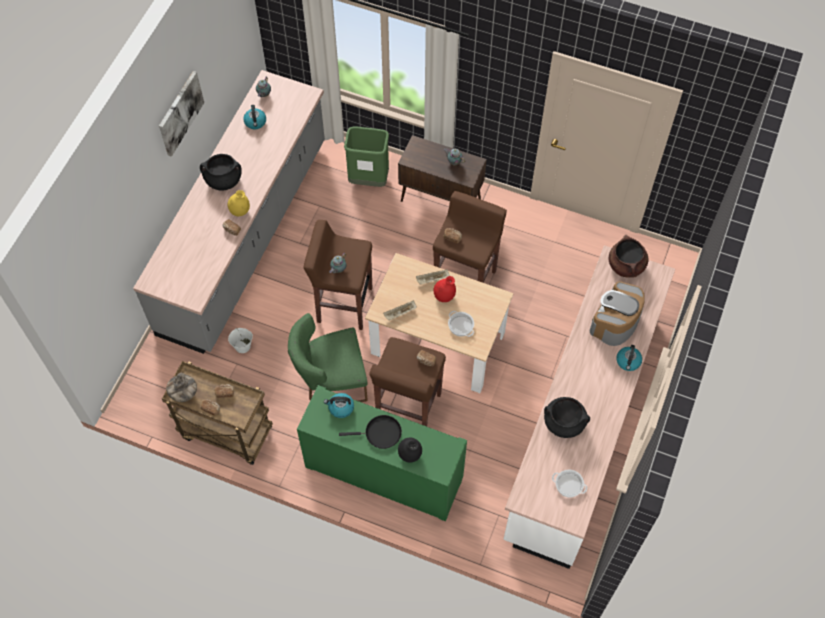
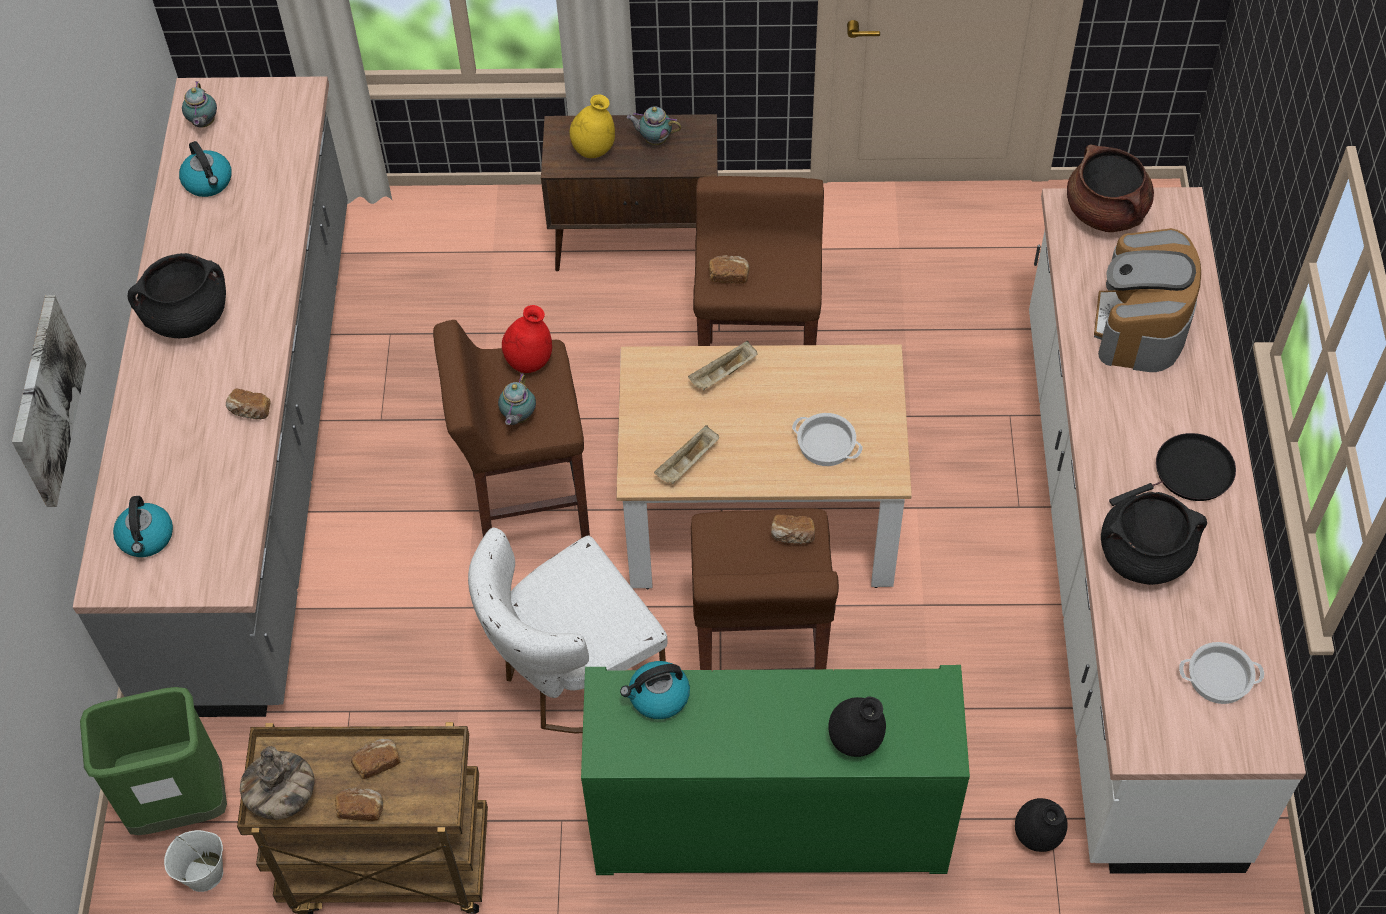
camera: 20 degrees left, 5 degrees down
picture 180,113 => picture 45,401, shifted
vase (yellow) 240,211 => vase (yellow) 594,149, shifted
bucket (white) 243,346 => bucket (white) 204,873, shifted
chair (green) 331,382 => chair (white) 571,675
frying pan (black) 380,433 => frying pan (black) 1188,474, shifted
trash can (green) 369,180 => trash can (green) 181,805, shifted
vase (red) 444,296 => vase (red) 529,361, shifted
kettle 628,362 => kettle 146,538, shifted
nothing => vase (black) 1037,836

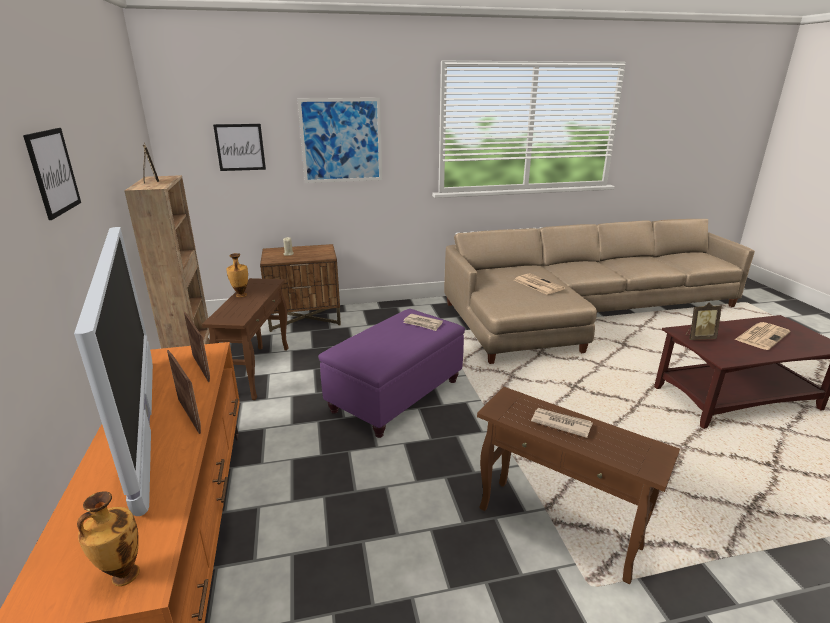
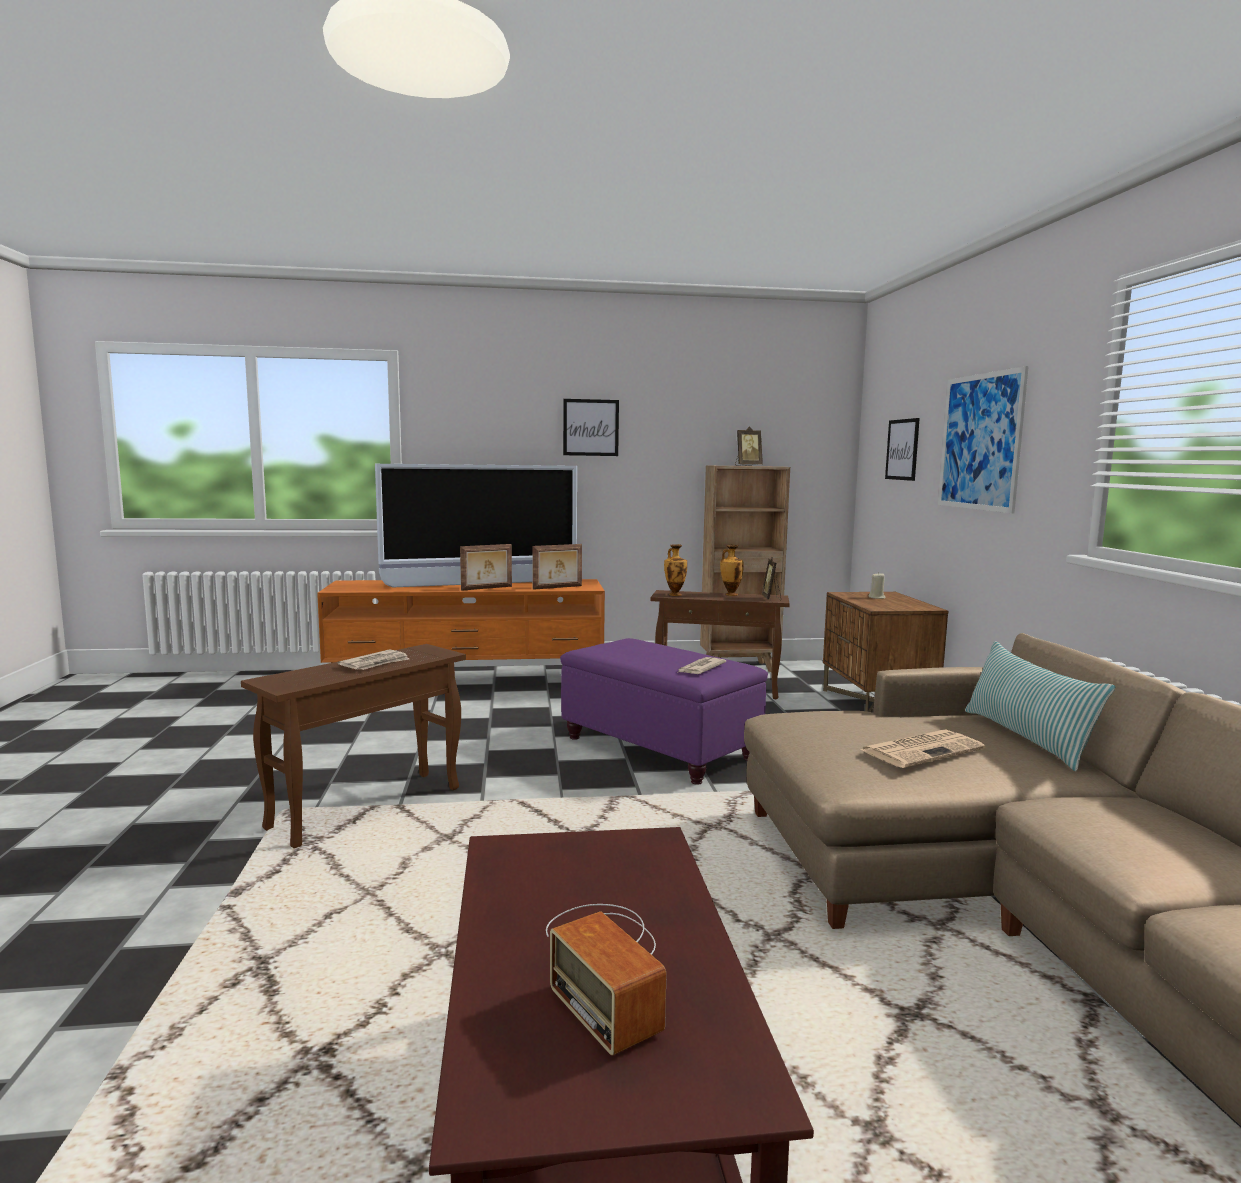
camera: 95 degrees right, 15 degrees down
vase 123,576 => vase 674,594, shifted
picture frame 699,338 => picture frame 771,598, shifted
newspaper 762,336 => radio 607,964
nothing => pillow 1026,738

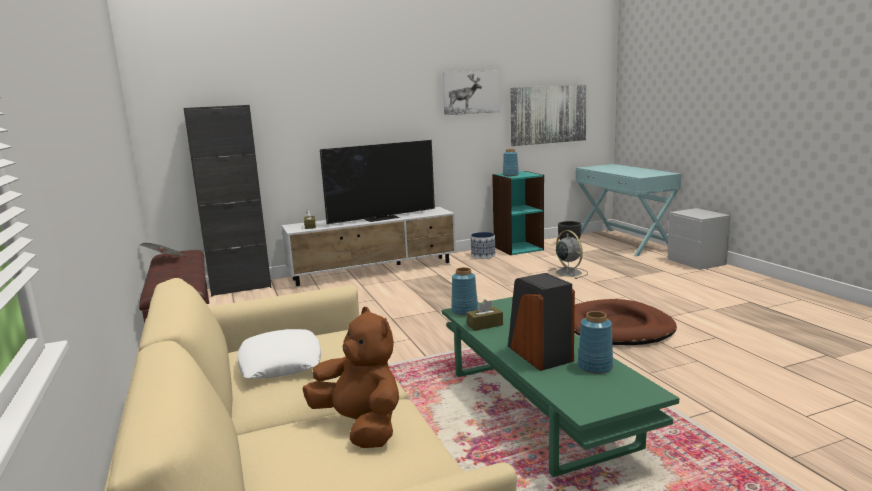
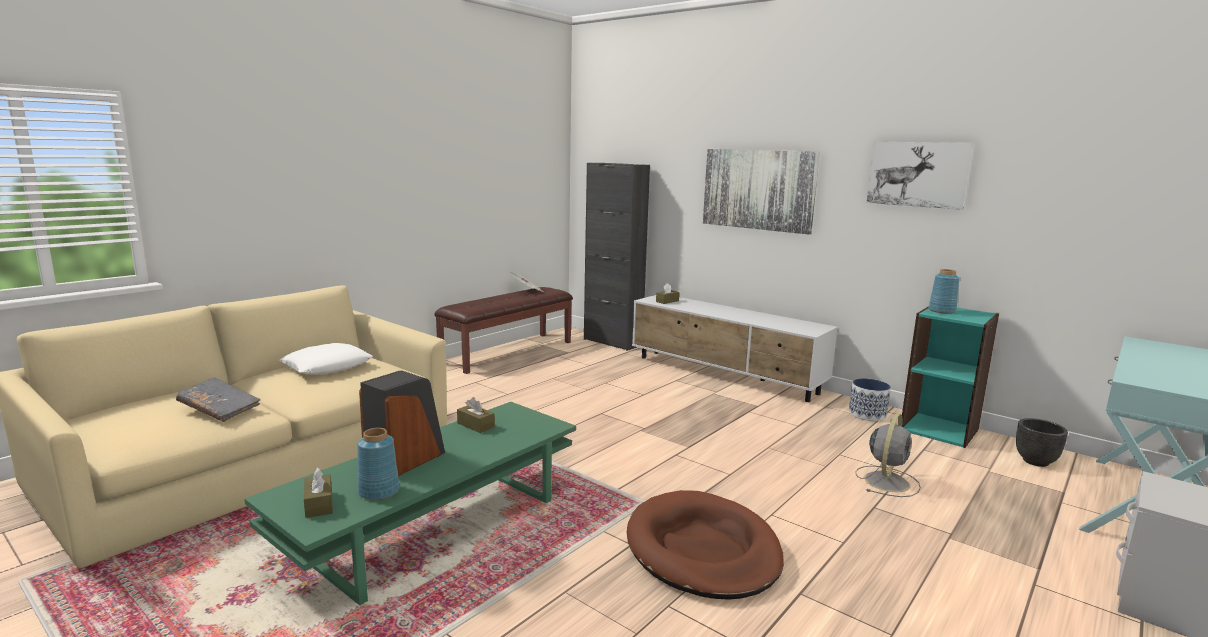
camera: 60 degrees right, 0 degrees up
plush toy (brown) 360,426 => book (grey) 220,410
television 382,218 => nothing
vase (blue) 464,311 => nothing
picture 548,114 => picture 758,189, shifted
nothing => tissue box (brown) 319,504

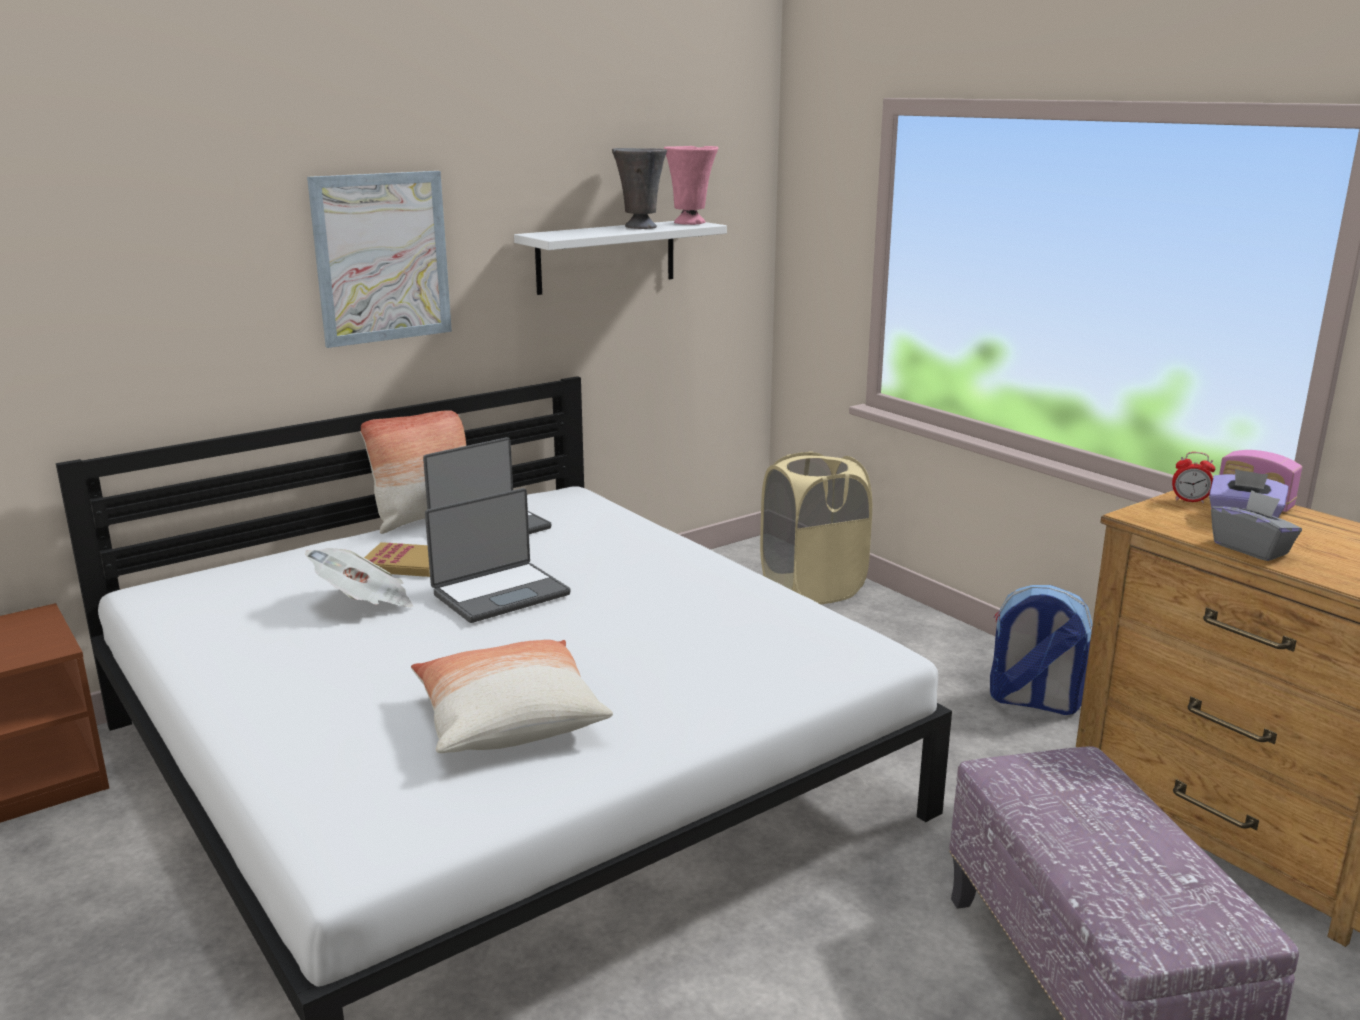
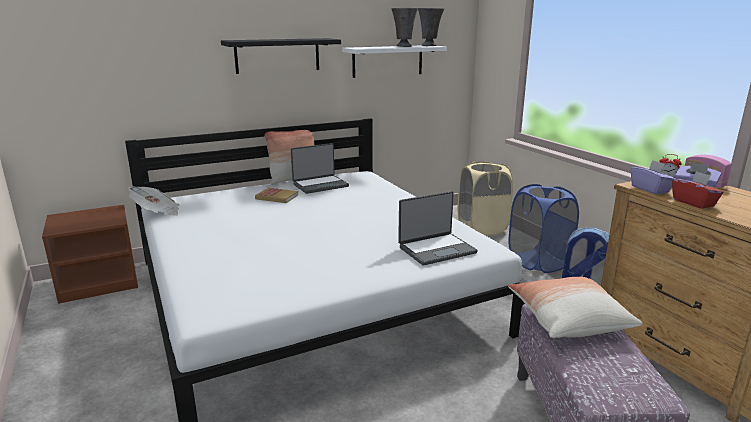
camera: 10 degrees right, 0 degrees up
newspaper 364,602 => newspaper 157,213, shifted
picture 382,258 => shelf (black) 277,55
pillow 508,719 => pillow 567,320, shifted
laptop 500,593 => laptop 436,249, shifted
vase (pink) 691,223 => vase (grey) 429,45
tissue box (grey) 1251,549 => tissue box (red) 693,203
nothing => laundry basket (blue) 538,262
nothing => tissue box (purple) 650,189

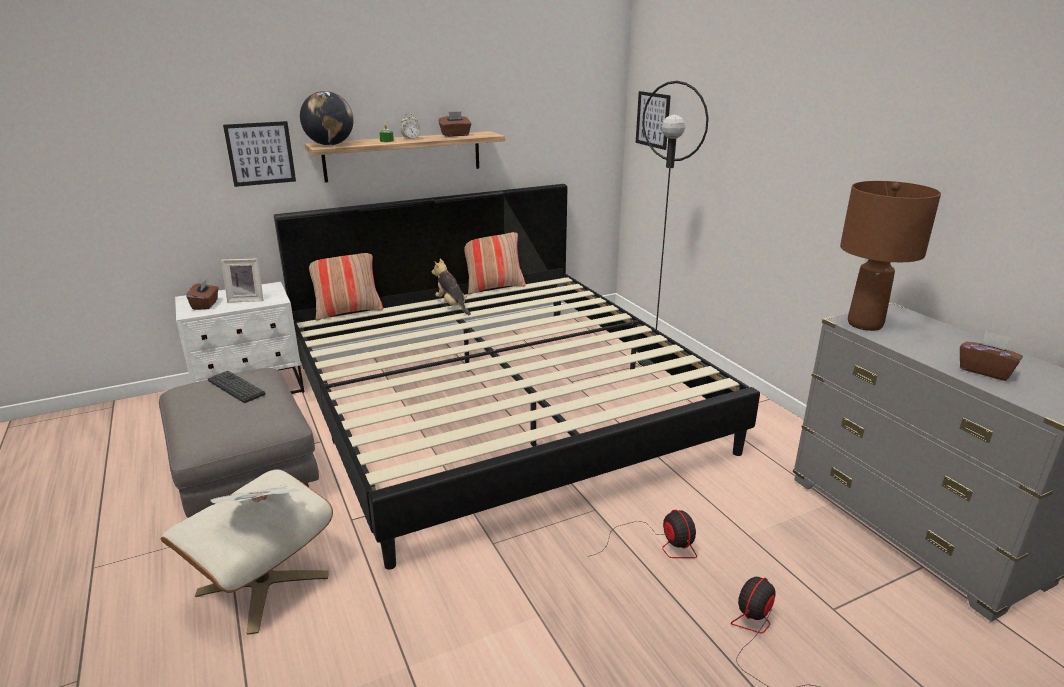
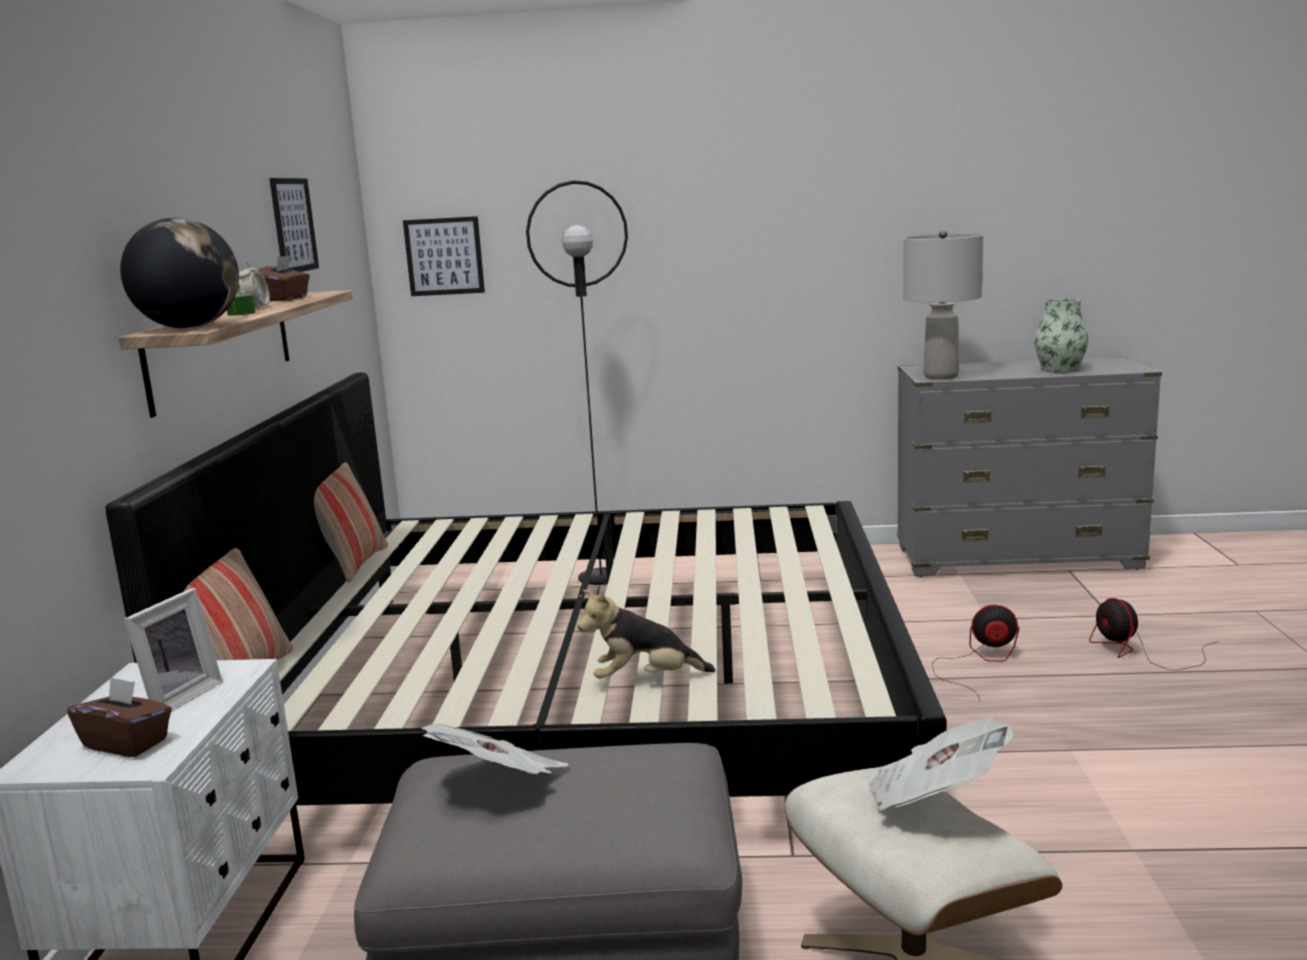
camera: 60 degrees left, 10 degrees down
keyboard 236,387 => newspaper 500,783
picture 260,153 => picture 293,225, shifted
plush toy 452,306 => plush toy 645,680, shifted
table lamp (brown) 865,324 => table lamp (grey) 941,376
tissue box (brown) 985,371 => vase 1060,369

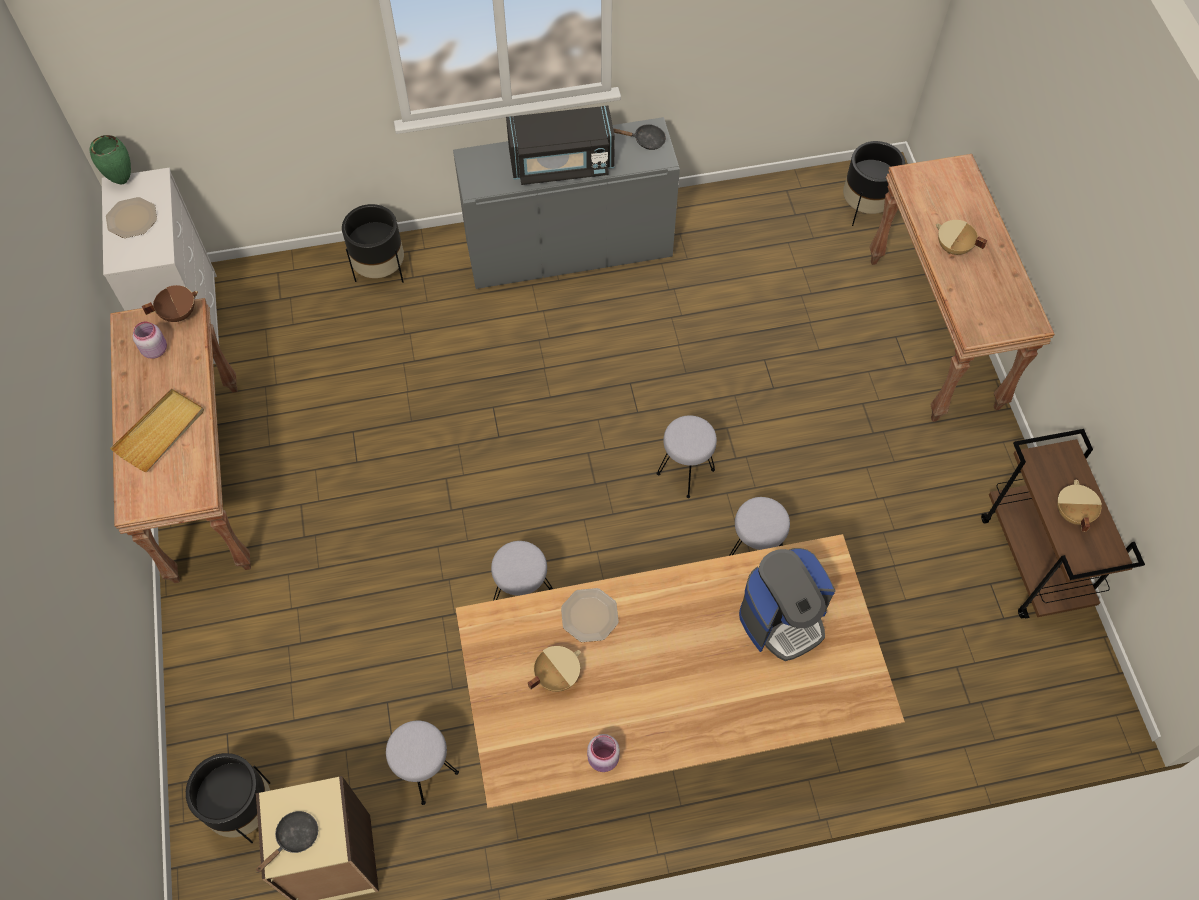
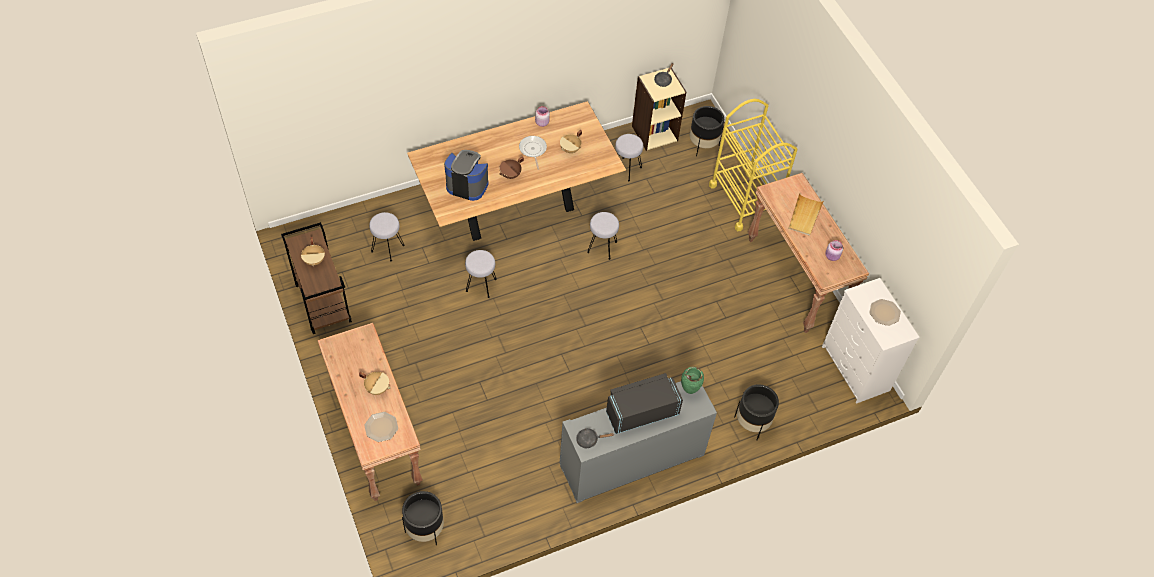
camera: 165 degrees right, 5 degrees down
vase (green) 122,182 => vase (green) 689,390, shifted
cooking pot (brown) 178,313 => cooking pot (brown) 510,175, shifted
plate 590,616 => plate 381,427, shifted
stool (grey) 686,472 => stool (grey) 387,248, shifted
coffee machine 782,618 => coffee machine 467,185, 60 degrees clockwise
nothing => frying pan 533,150
nothing => cart (yellow) 744,200

